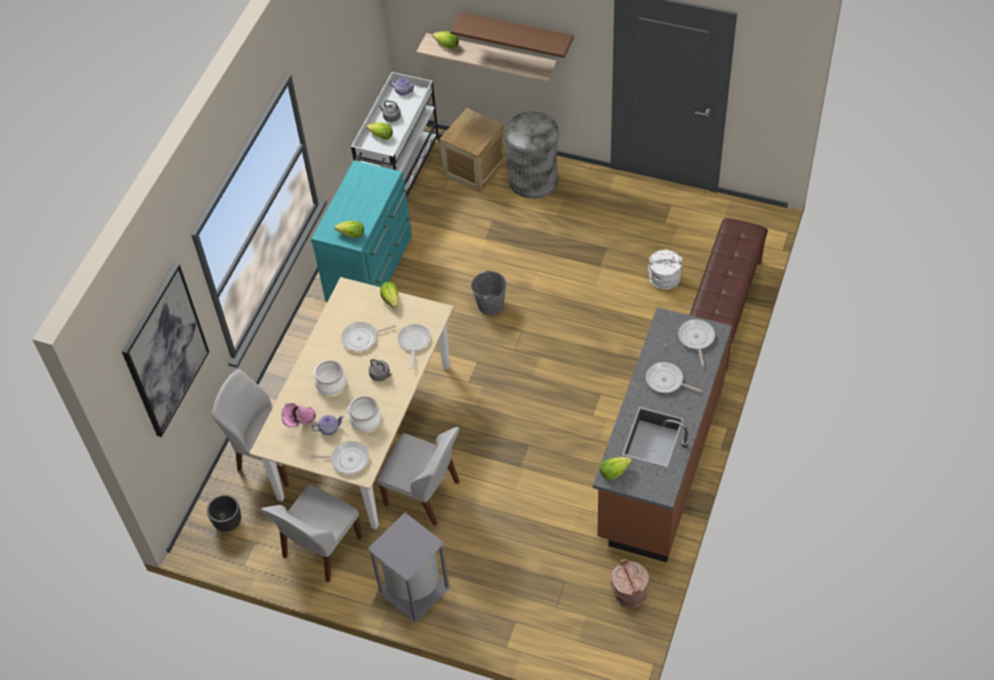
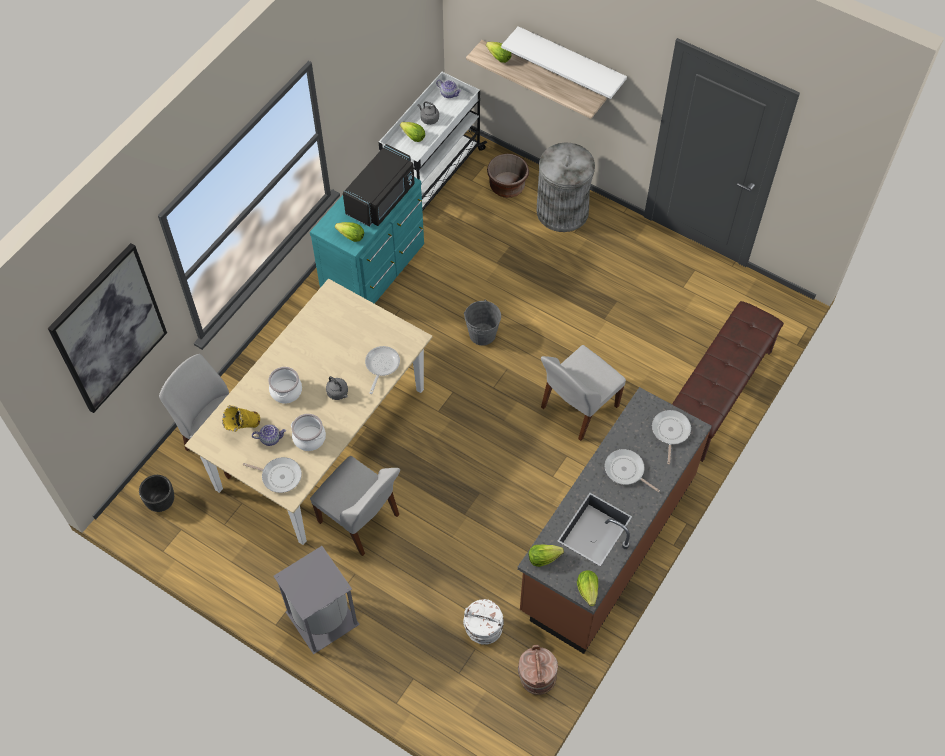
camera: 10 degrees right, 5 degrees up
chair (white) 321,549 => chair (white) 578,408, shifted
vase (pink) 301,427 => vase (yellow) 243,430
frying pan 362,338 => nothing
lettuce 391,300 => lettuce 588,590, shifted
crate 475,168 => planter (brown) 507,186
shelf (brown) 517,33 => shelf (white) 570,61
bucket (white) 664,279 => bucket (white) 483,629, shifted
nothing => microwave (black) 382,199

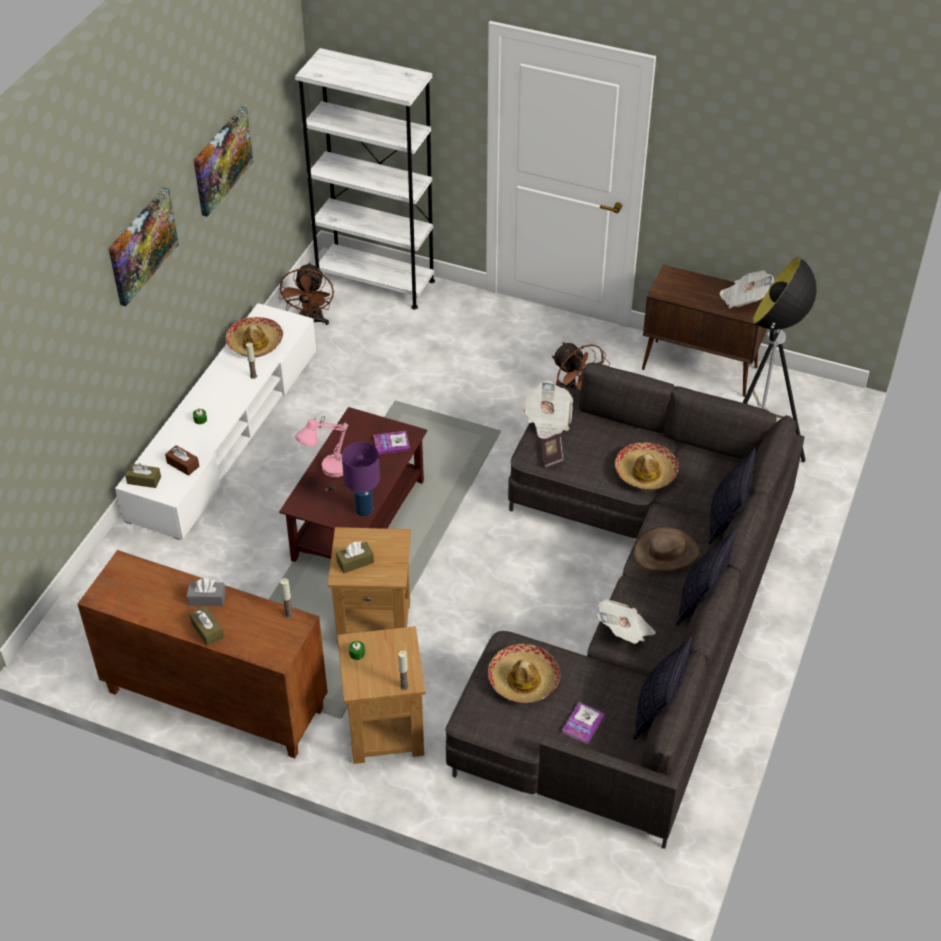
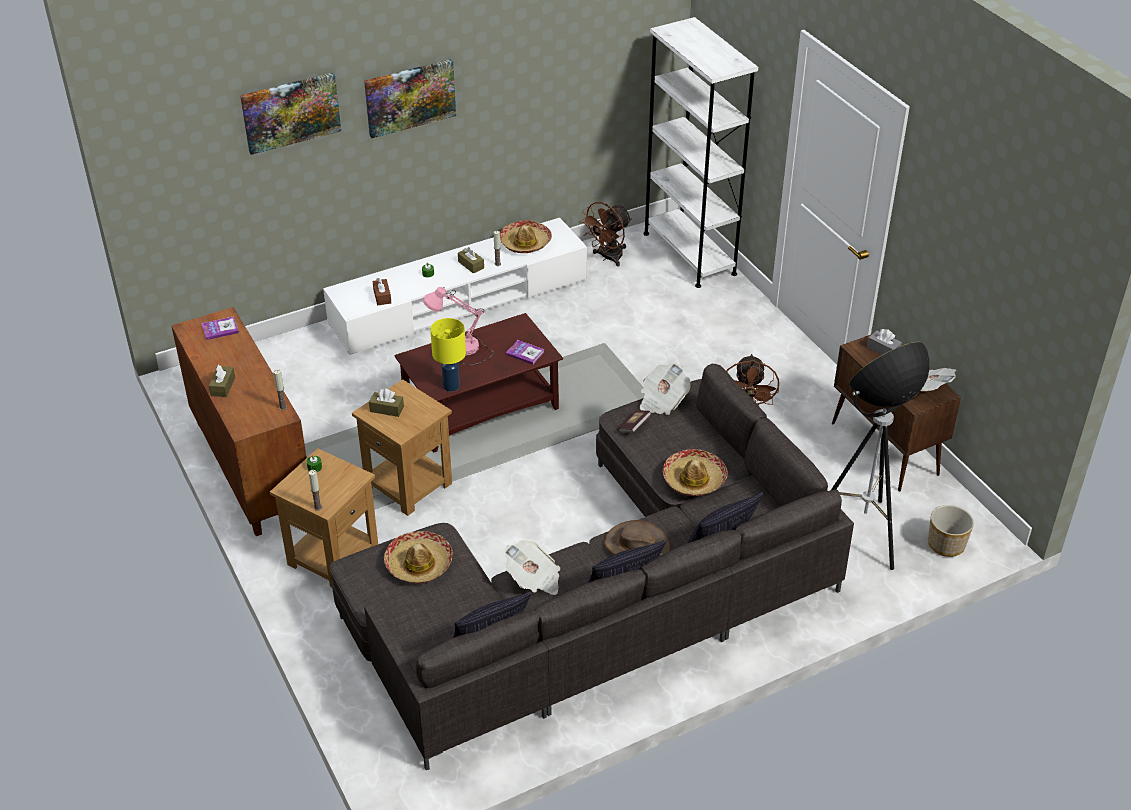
camera: 40 degrees right, 5 degrees down
tissue box (brown) 144,480 => tissue box (brown) 471,265, shifted
tissue box (grey) 207,599 => tissue box (grey) 883,349, shifted
picture 221,160 => picture 290,112, shifted
table lamp (purple) 364,510 => table lamp (yellow) 451,386
book 583,724 => book 220,329, shifted
nothing => planter 946,544

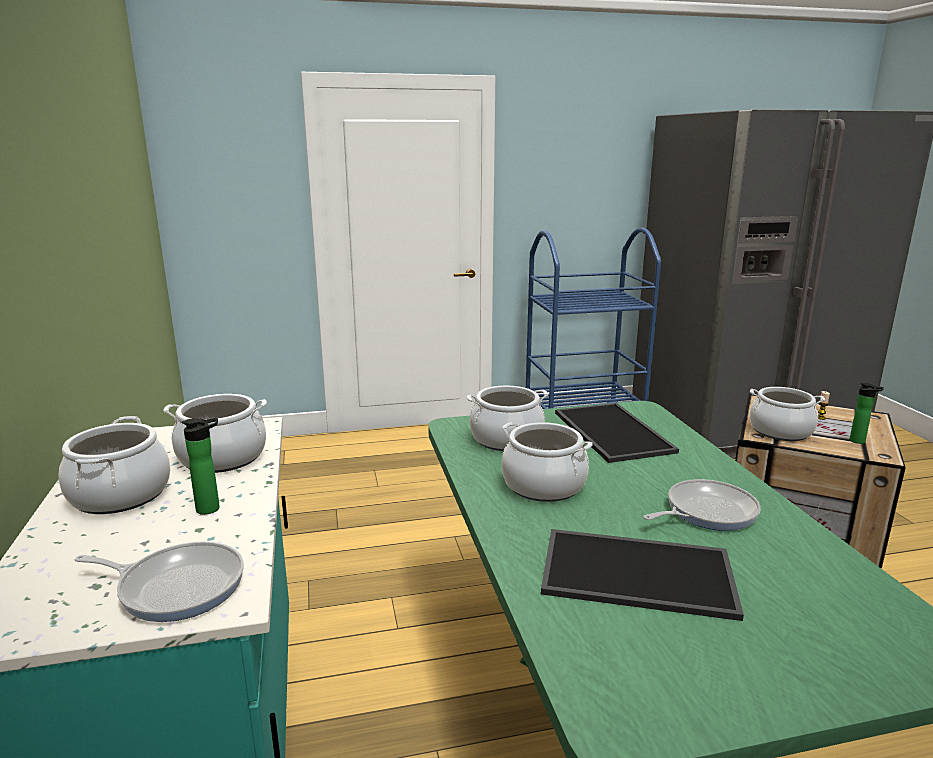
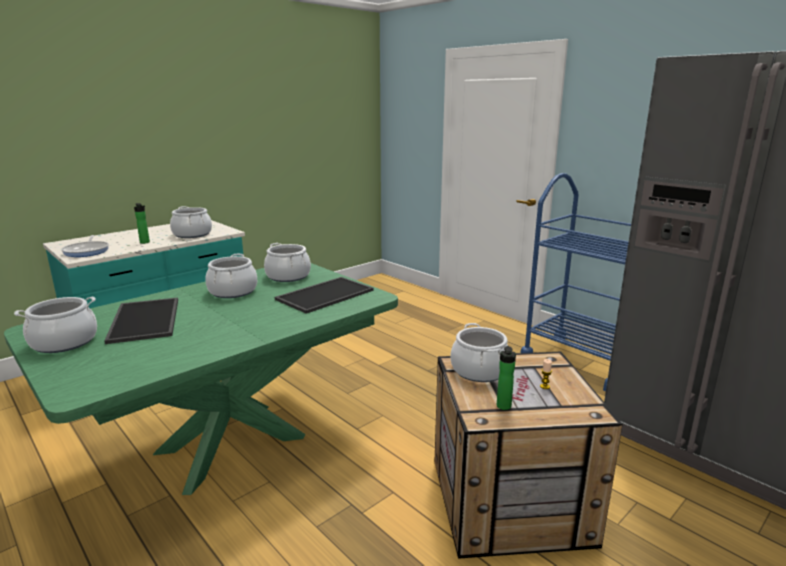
camera: 60 degrees right, 0 degrees up
cooking pot 120,495 => cooking pot 64,342, shifted
frying pan 706,511 => nothing

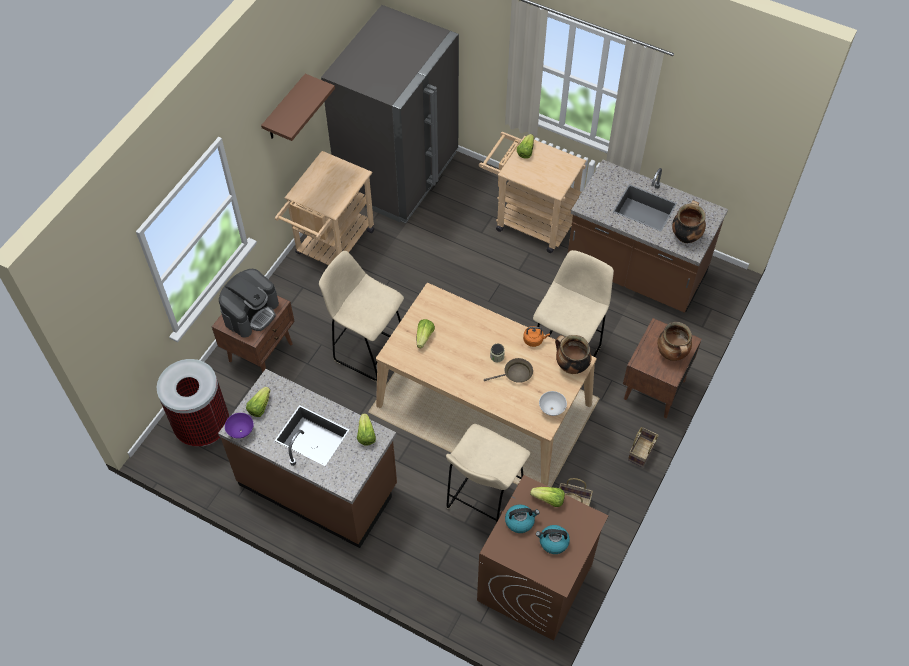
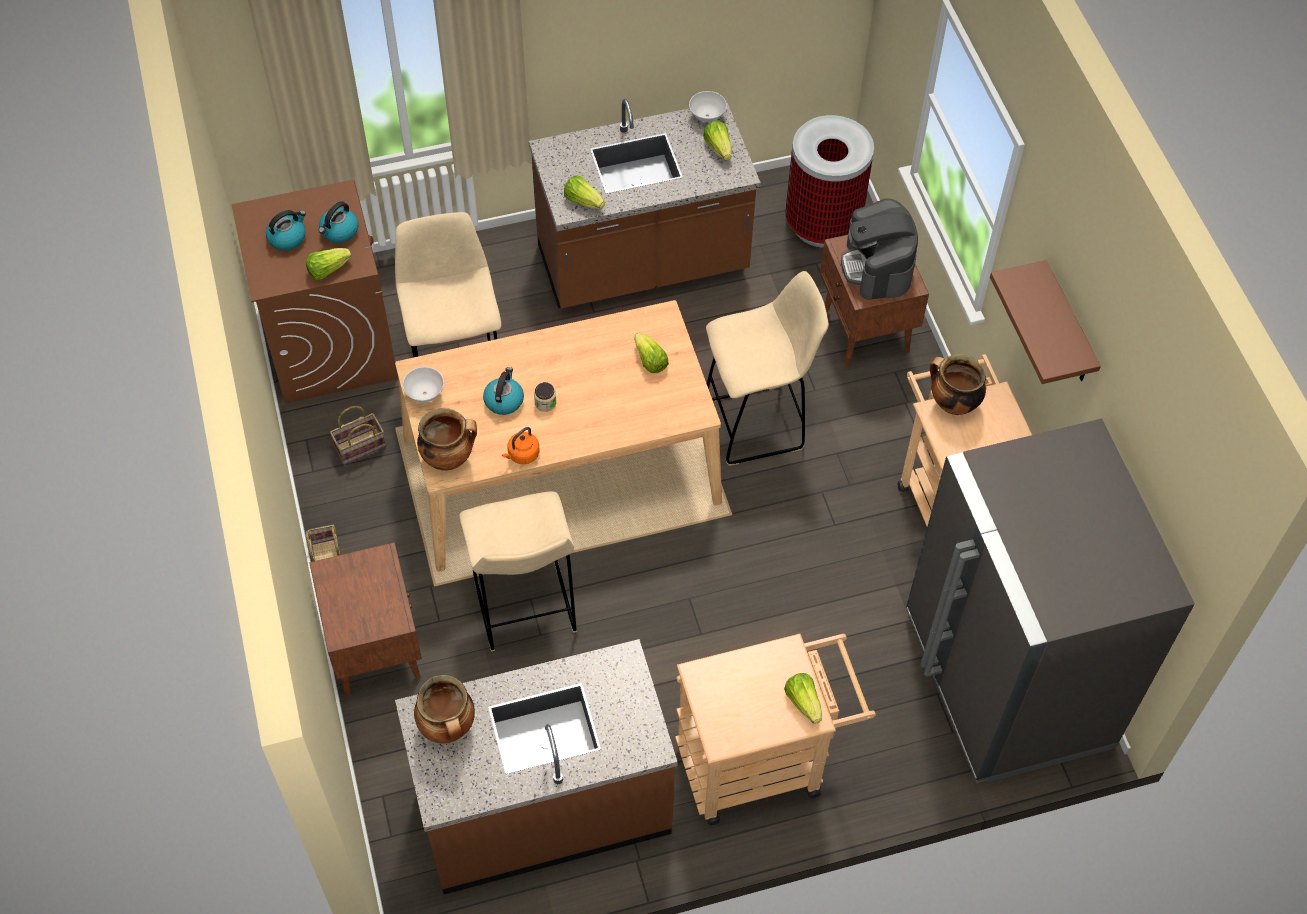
camera: 135 degrees right, 0 degrees up
bowl (purple) 241,431 => bowl (white) 706,117
frying pan (brown) 515,374 => kettle 504,400
cooking pot 672,354 => cooking pot 952,404, shifted

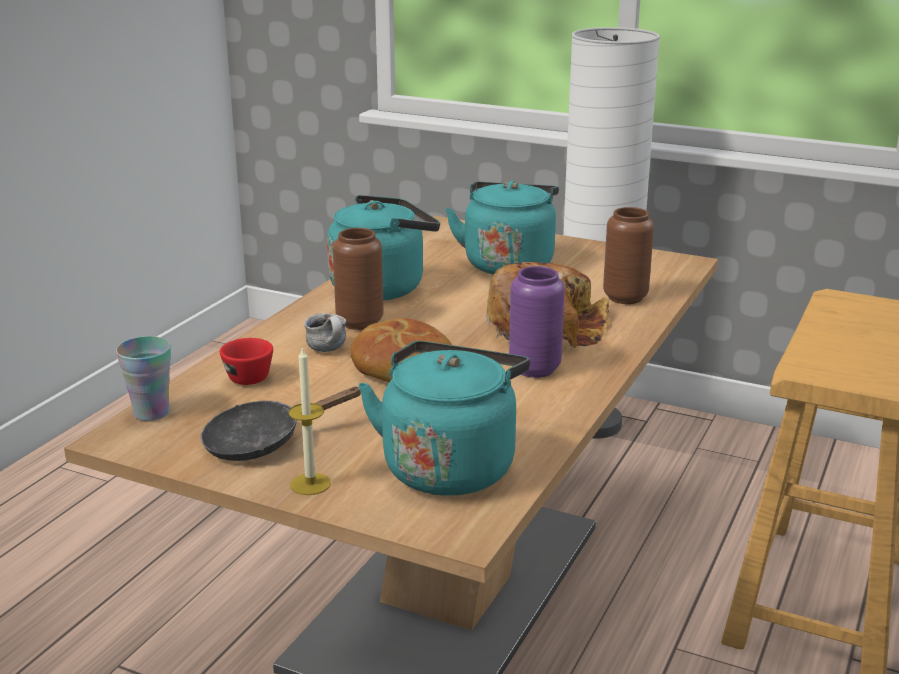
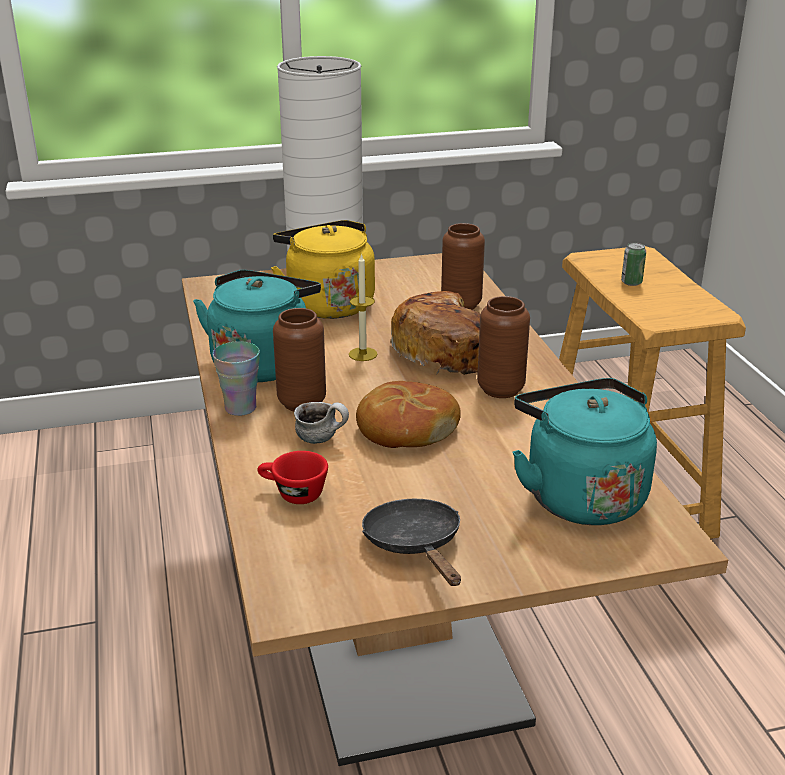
camera: 40 degrees left, 5 degrees up
cup 151,413 => cup 240,408, shifted
frying pan (black) 262,441 => frying pan (black) 415,545, 135 degrees clockwise
candle 310,484 => candle 363,354, shifted
kettle (turquoise) 508,263 => kettle (yellow) 327,304
vase (purple) 534,369 => vase (brown) 500,389
nothing => can 631,282

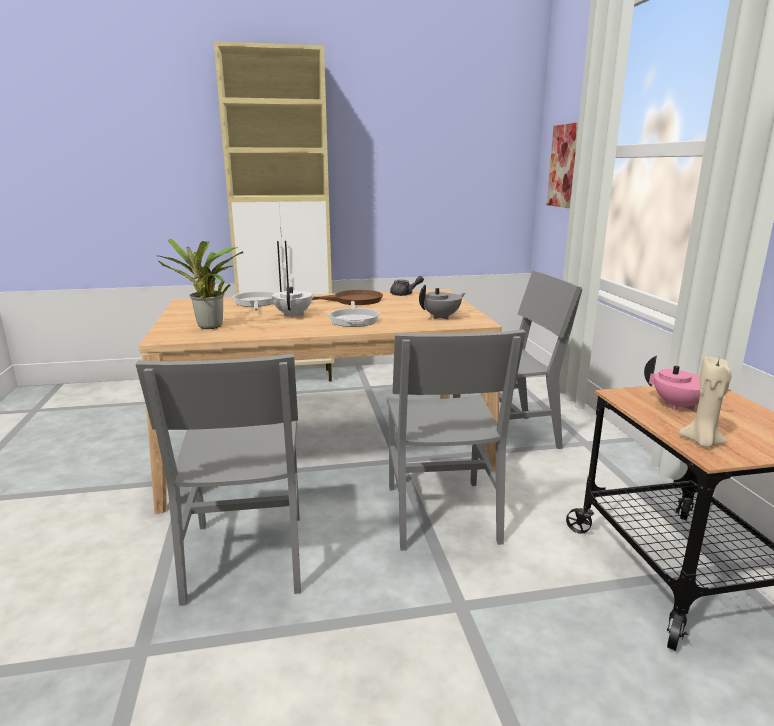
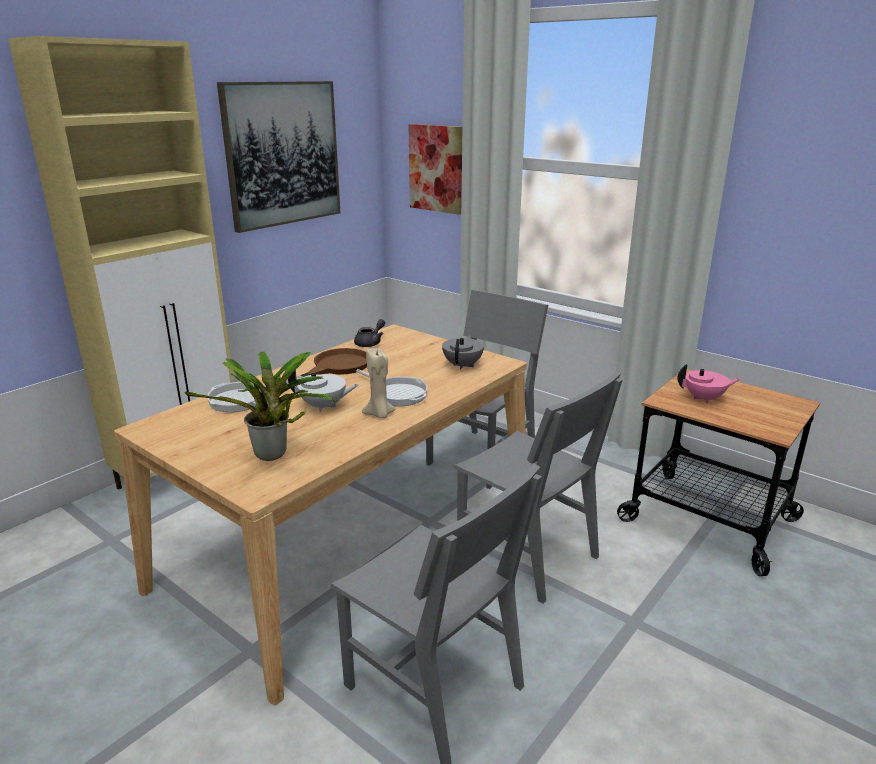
camera: 40 degrees left, 5 degrees up
teapot (white) 293,315 => teapot (white) 324,406, 135 degrees clockwise
candle (beige) 702,442 => candle (beige) 379,414, shifted
nothing => picture 282,154

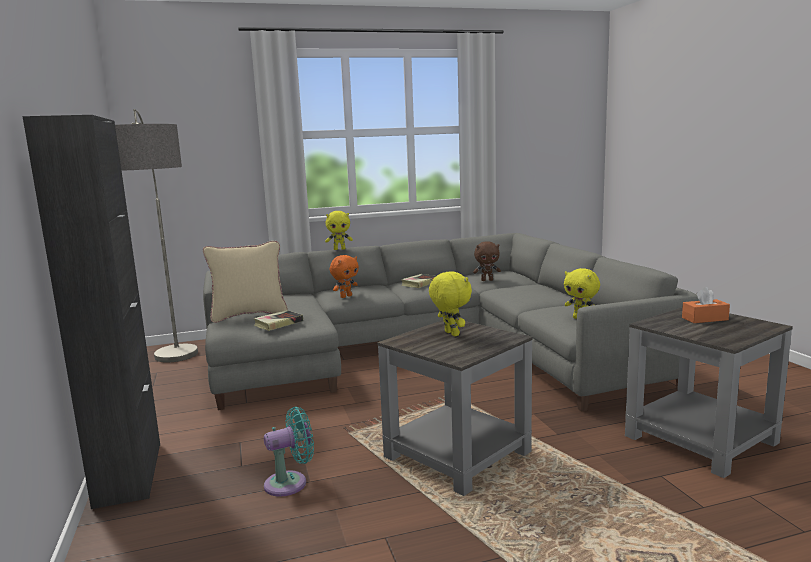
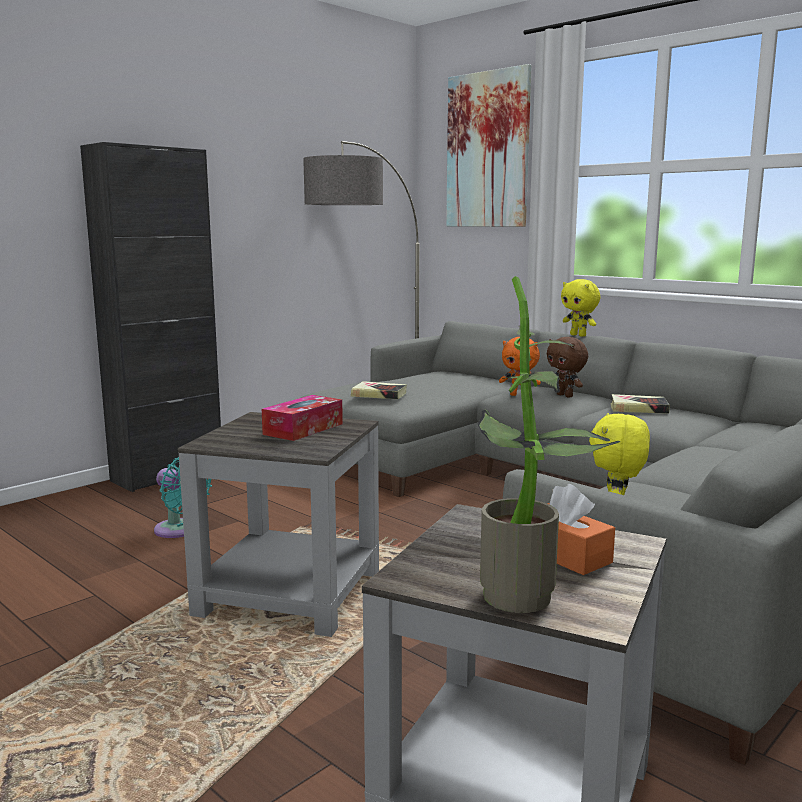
camera: 60 degrees right, 0 degrees up
pillow (beige) 249,315 => nothing
plush toy (yellow) 450,334 => tissue box 303,429
plush toy (brown) 487,280 => plush toy (brown) 565,395, shifted
nothing => picture 488,150
nothing => potted plant 528,597

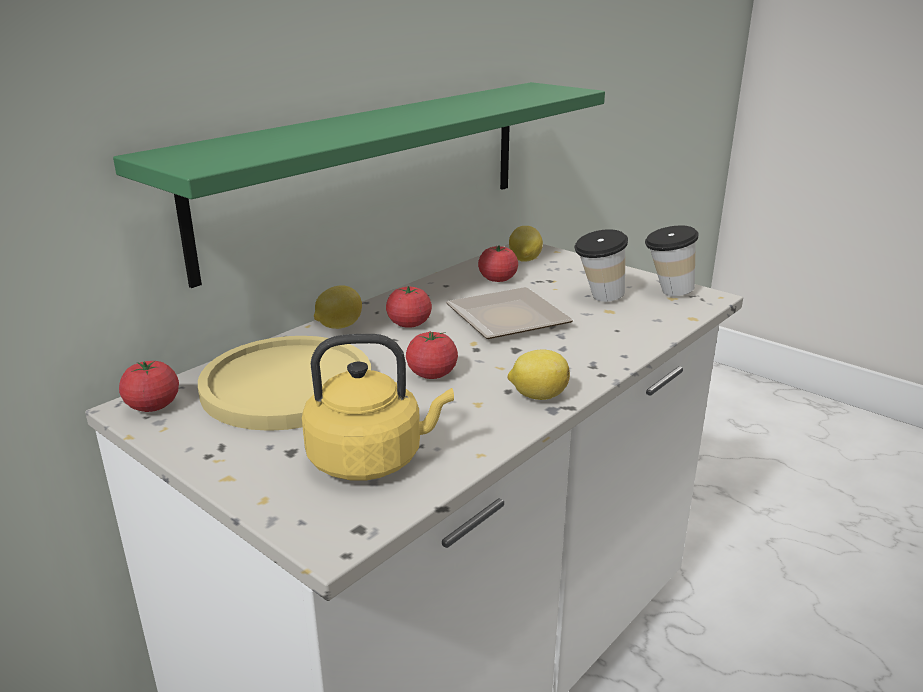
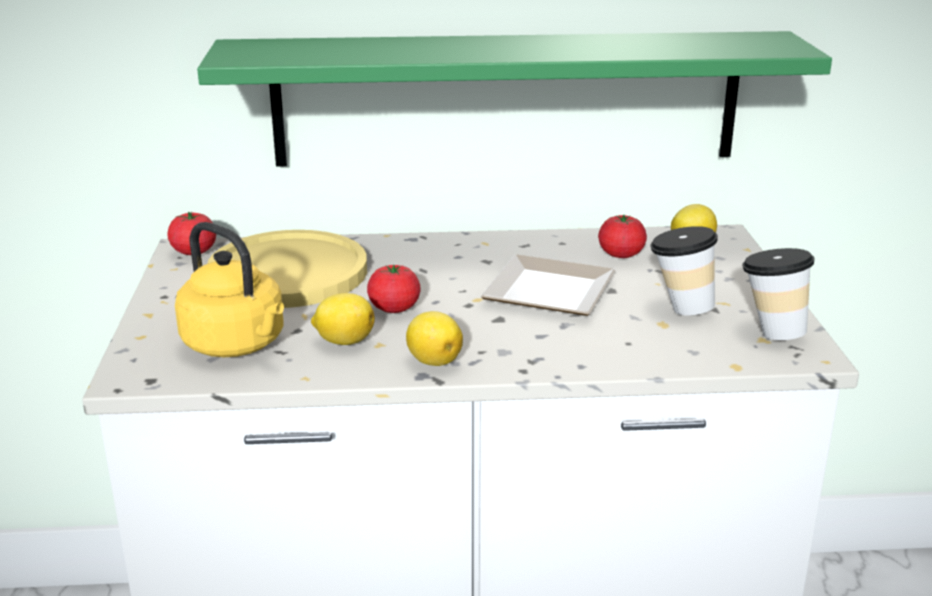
camera: 45 degrees right, 0 degrees up
lemon 338,326 => lemon 343,341, shifted
tomato 409,324 => nothing

